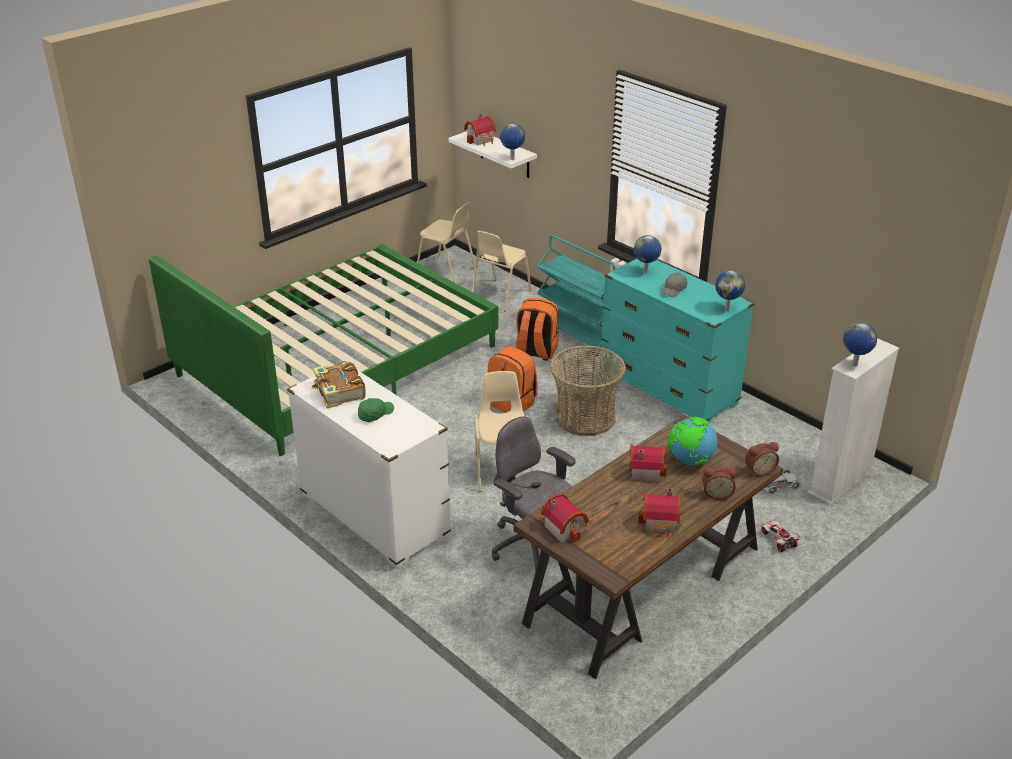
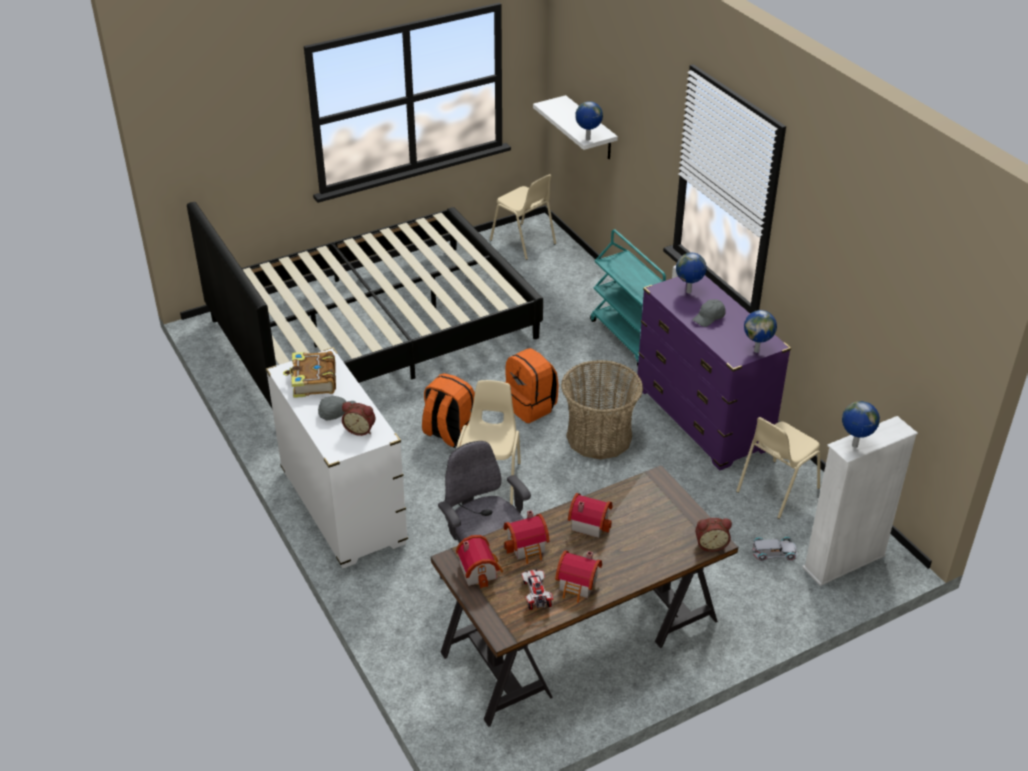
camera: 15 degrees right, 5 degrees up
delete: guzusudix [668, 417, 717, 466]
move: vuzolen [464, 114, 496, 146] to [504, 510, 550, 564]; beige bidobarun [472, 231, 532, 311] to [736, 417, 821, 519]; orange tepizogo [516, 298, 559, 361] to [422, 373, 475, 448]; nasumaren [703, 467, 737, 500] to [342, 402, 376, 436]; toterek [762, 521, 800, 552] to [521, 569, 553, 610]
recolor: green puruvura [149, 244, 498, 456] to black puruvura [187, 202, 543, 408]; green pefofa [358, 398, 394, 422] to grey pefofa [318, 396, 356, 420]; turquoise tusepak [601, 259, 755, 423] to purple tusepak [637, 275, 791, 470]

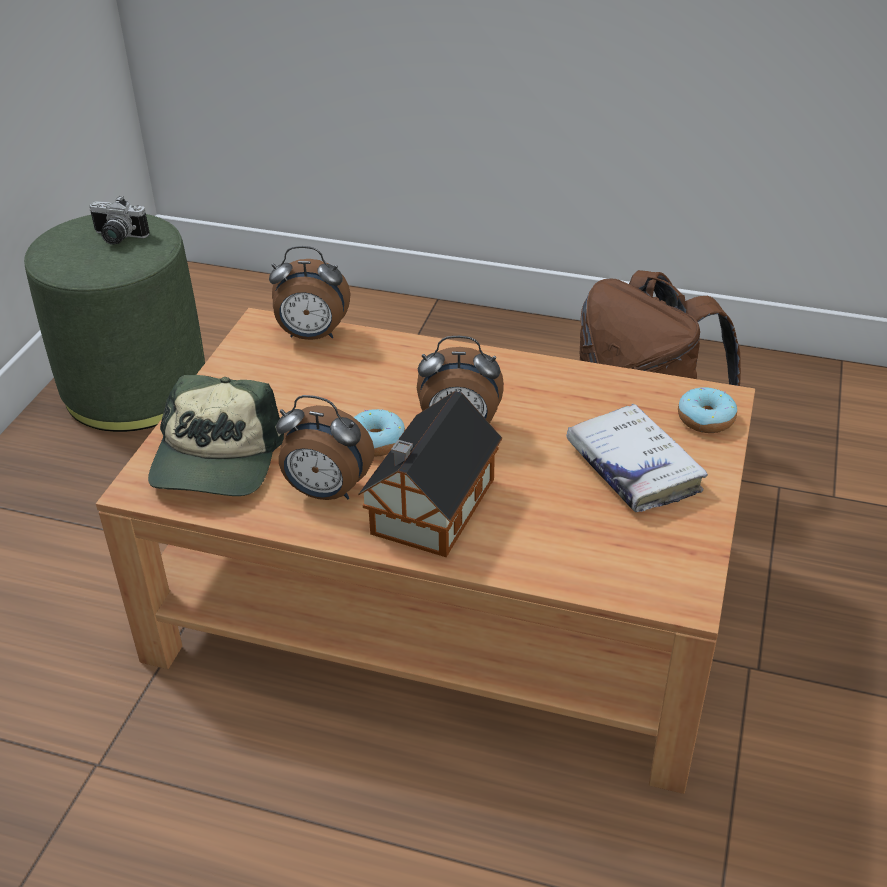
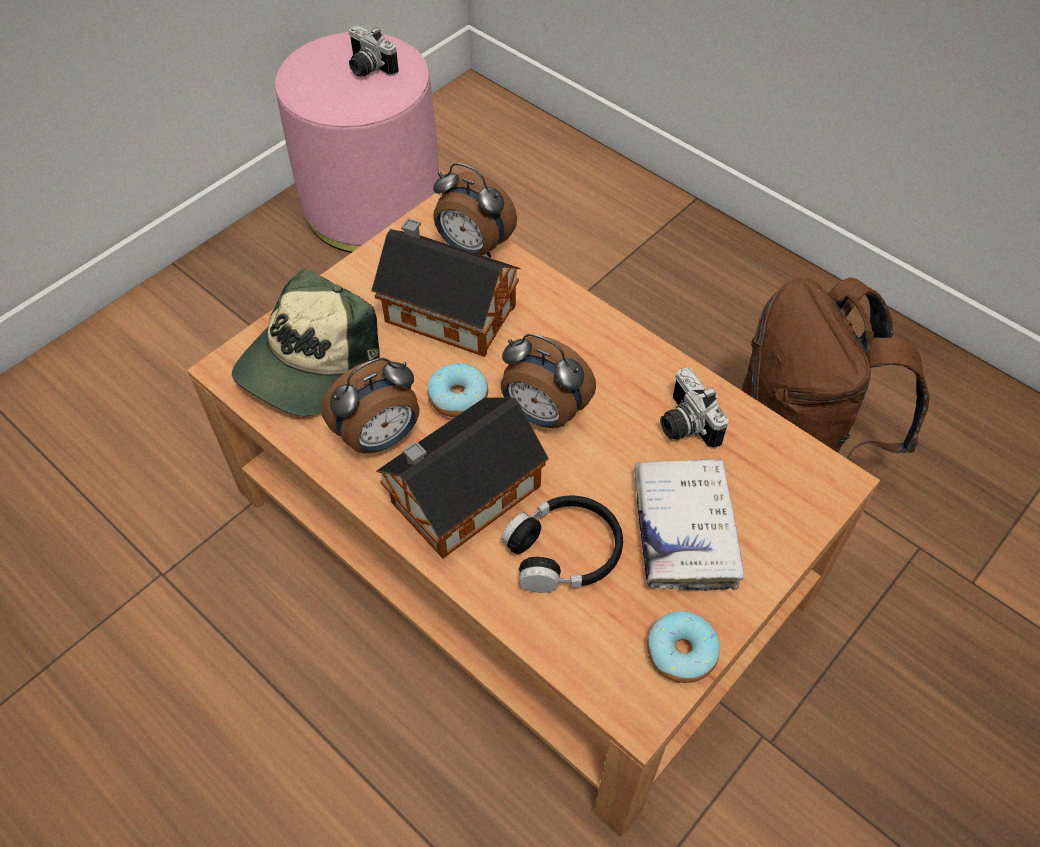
camera: 25 degrees right, 15 degrees up
insert: vuzolen [371, 218, 521, 357]; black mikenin [501, 496, 623, 593]; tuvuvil [660, 367, 729, 449]
move: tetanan [678, 387, 737, 433] to [647, 611, 720, 683]
recolor: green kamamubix [24, 214, 205, 432] to pink kamamubix [275, 32, 440, 253]
rotate: nasumaren [276, 395, 375, 500] = [321, 358, 420, 453] 75 degrees counterclockwise

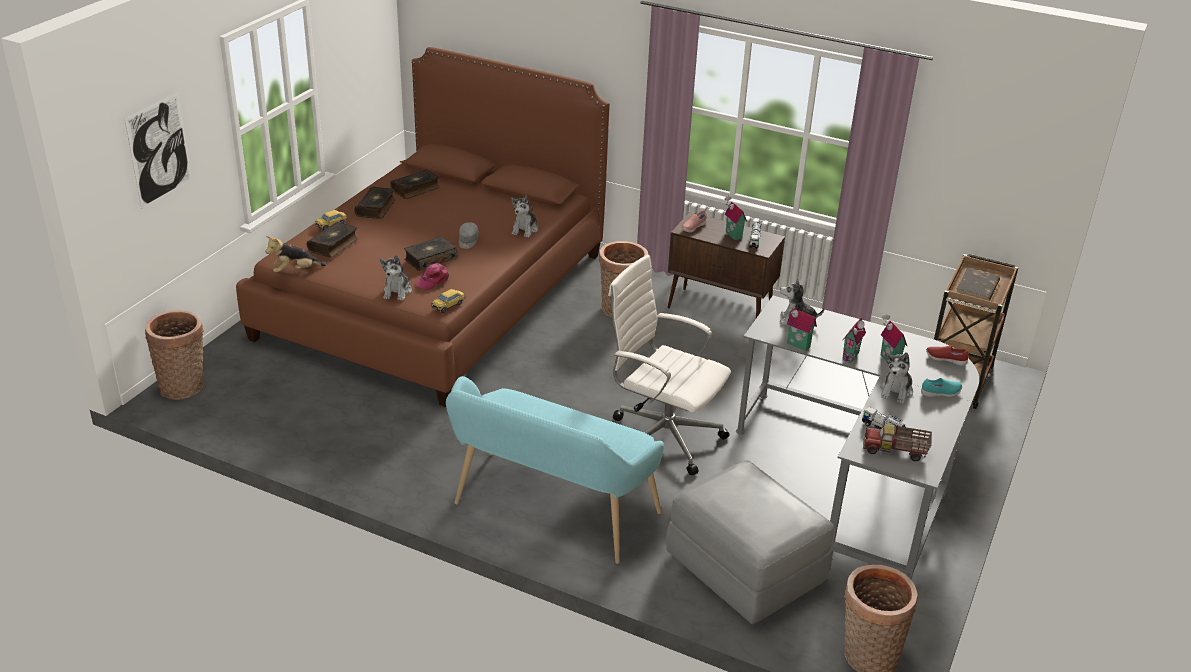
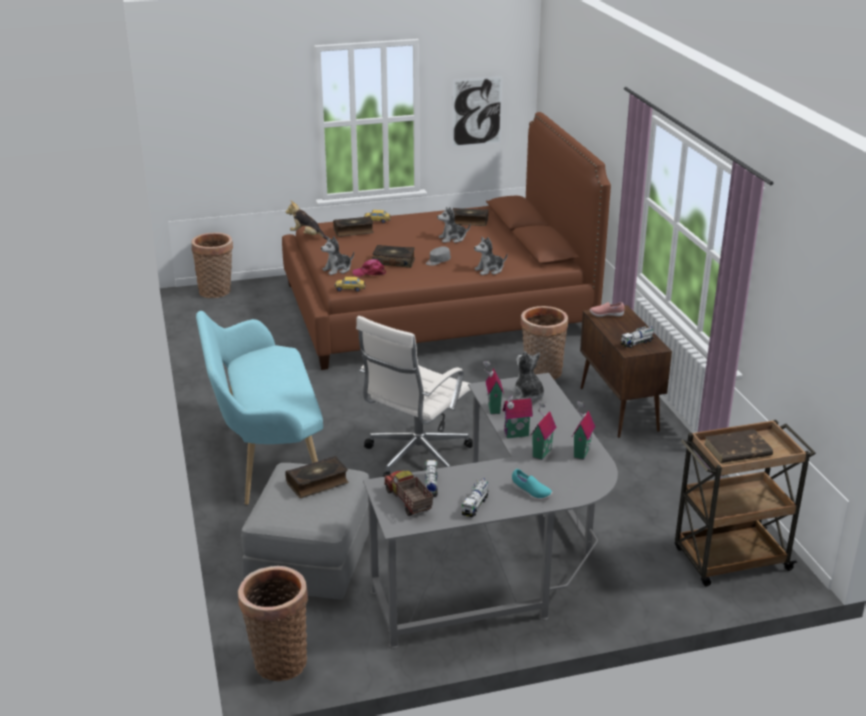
camera: 50 degrees right, 5 degrees down
delete: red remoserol [926, 345, 969, 366]
insert: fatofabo [462, 478, 489, 517]
move: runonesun [124, 92, 192, 209] to [452, 76, 503, 147]; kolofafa [354, 187, 396, 219] to [285, 456, 349, 498]; vuzolen [725, 195, 747, 241] to [572, 401, 595, 460]; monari [881, 352, 913, 404] to [437, 207, 470, 243]
rotate: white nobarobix [608, 255, 731, 475] = [356, 316, 473, 477] 135 degrees counterclockwise

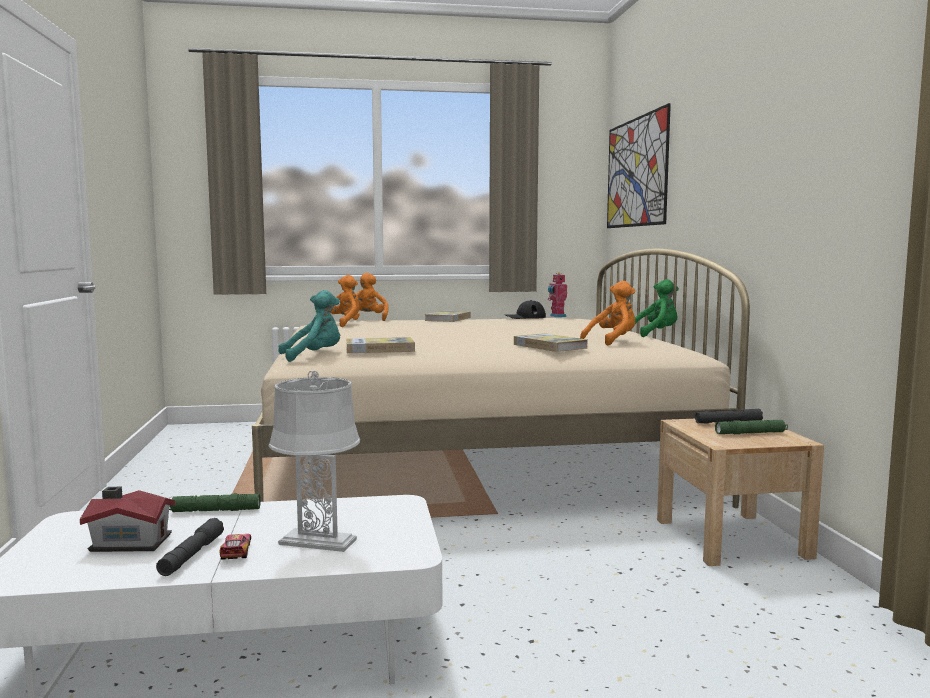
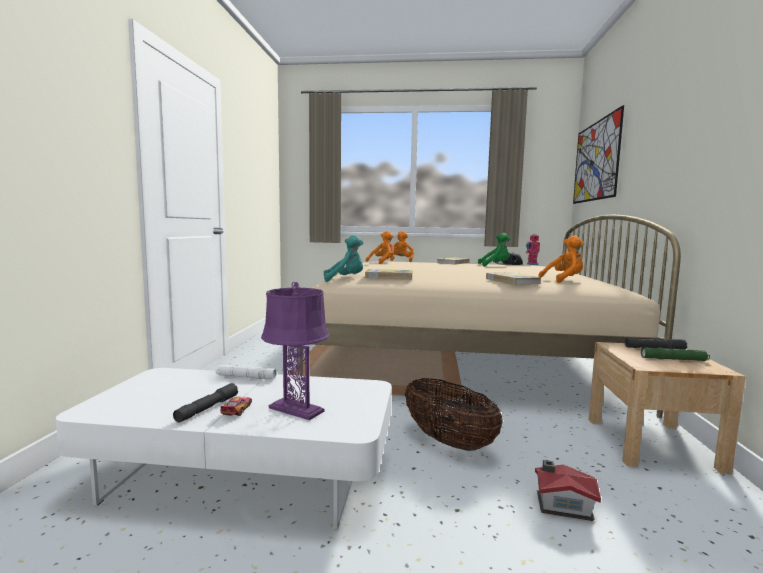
camera: 15 degrees right, 0 degrees up
insert: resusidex [405, 378, 503, 451]
move: vuzolen [80, 487, 176, 552] to [535, 460, 601, 521]; green monari [635, 279, 679, 337] to [478, 233, 511, 267]
recolor: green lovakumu [169, 493, 260, 512] to white lovakumu [216, 365, 277, 380]; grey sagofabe [269, 371, 360, 552] to purple sagofabe [261, 282, 329, 420]

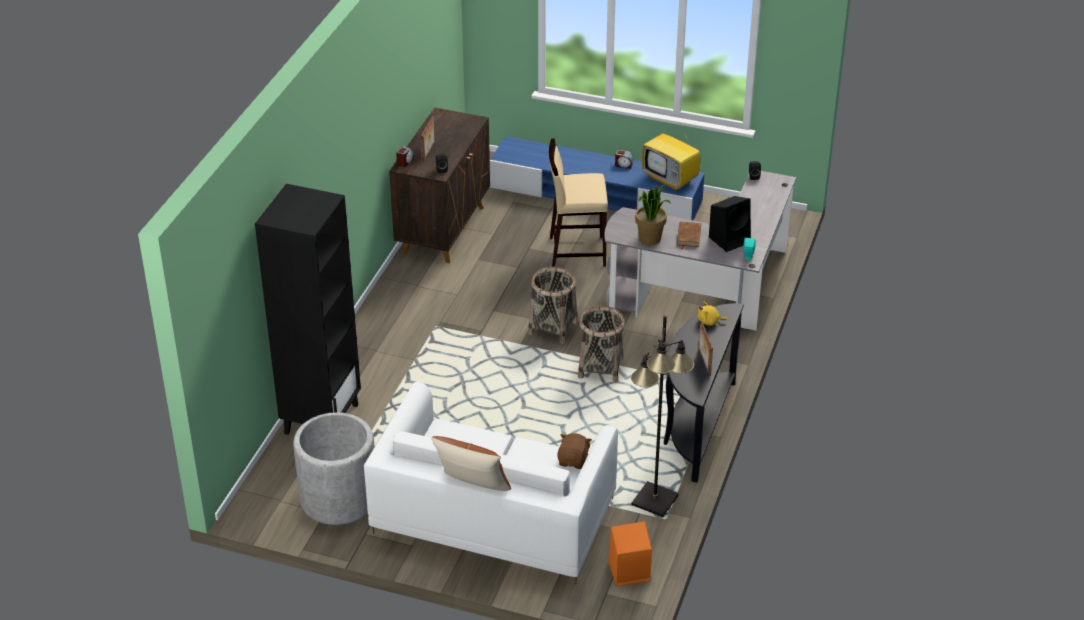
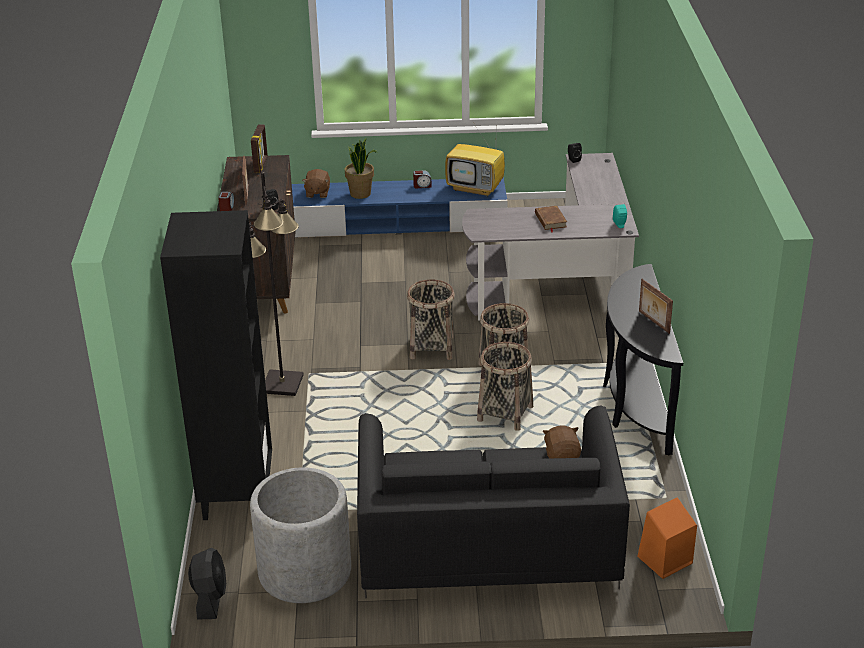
camera: 20 degrees left, 5 degrees down
delete: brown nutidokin [431, 436, 511, 491]; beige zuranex [549, 138, 608, 267]; yellow monari [698, 302, 728, 326]; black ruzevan [709, 196, 751, 252]
insert: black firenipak [188, 548, 226, 619]; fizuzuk [251, 124, 268, 173]; brown monari [302, 169, 330, 198]; resusidex [477, 342, 533, 431]
move: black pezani [631, 315, 694, 517] to [249, 172, 303, 396]; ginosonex [635, 184, 671, 245] to [345, 138, 378, 199]
recolor: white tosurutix [364, 382, 618, 585] to black tosurutix [357, 405, 630, 598]

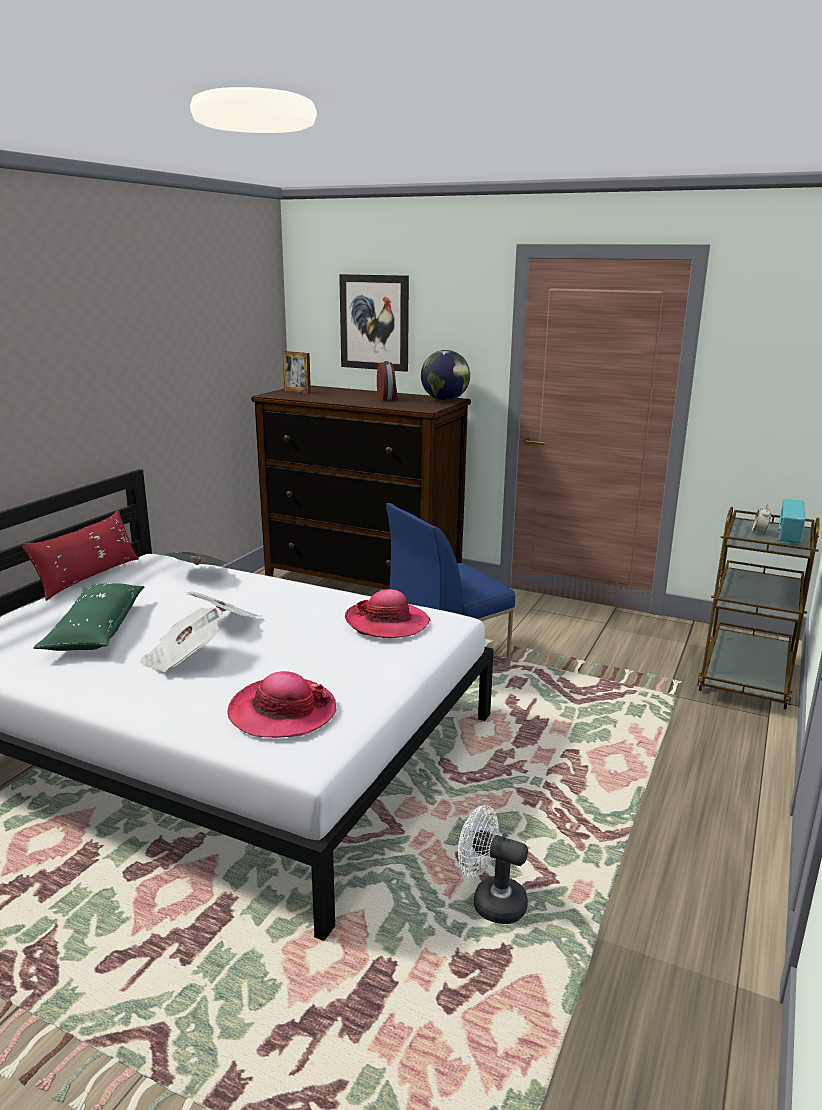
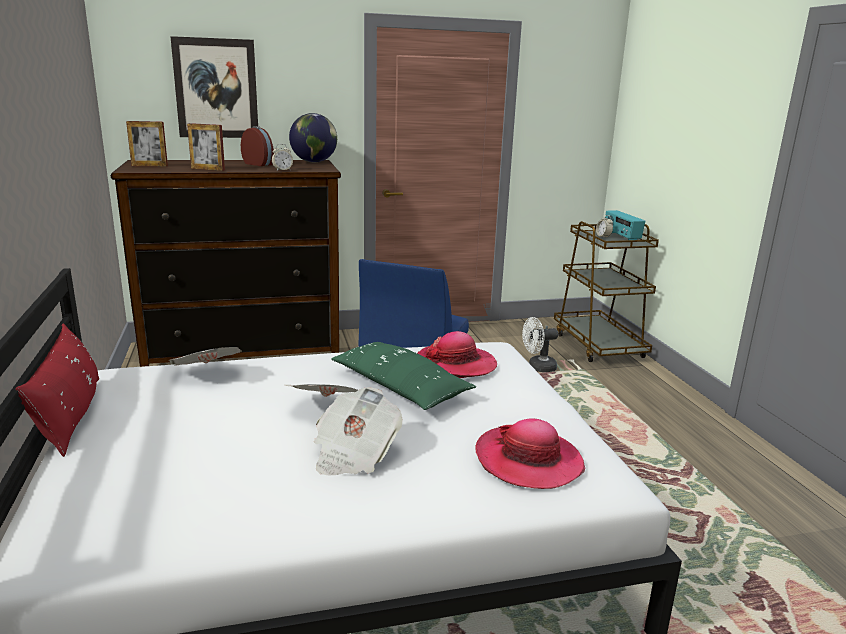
camera: 40 degrees left, 0 degrees up
insert: fizuzuk [187, 123, 225, 171]; nasumaren [272, 144, 293, 171]
move: green nutidokin [33, 583, 144, 651] to [331, 342, 476, 410]; white firenipak [458, 805, 528, 924] to [522, 317, 558, 372]

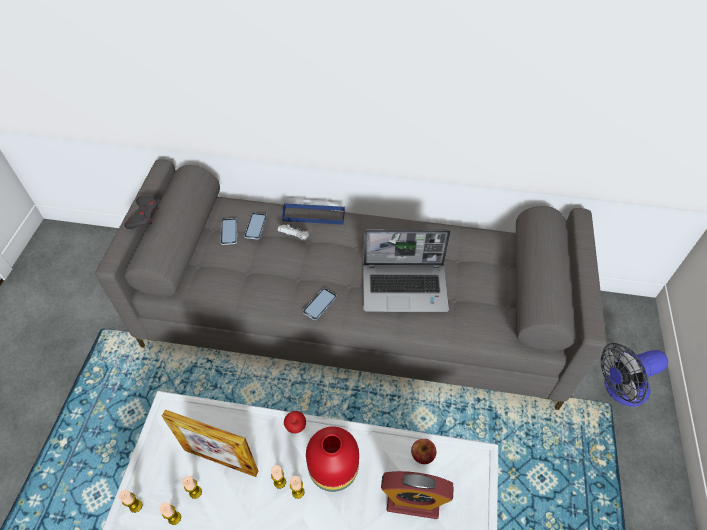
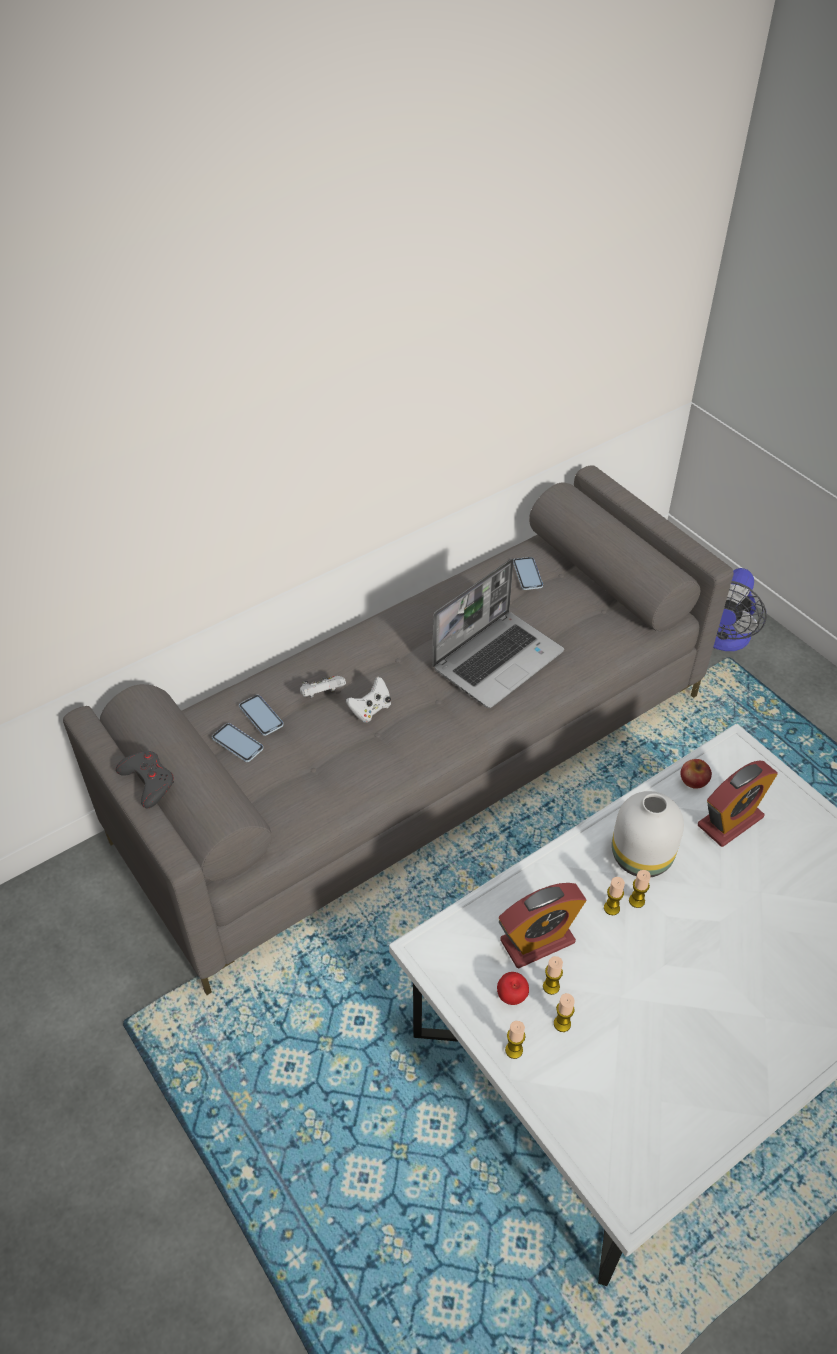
camera: 45 degrees left, 5 degrees down
delete: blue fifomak [282, 203, 345, 225]
insert: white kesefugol [346, 677, 391, 722]
move: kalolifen [284, 411, 306, 434] to [497, 972, 529, 1005]; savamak [303, 288, 337, 320] to [513, 557, 543, 590]
replace: fizuzuk [162, 410, 258, 477] to nasumaren [499, 883, 586, 968]
recolor: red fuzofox [306, 426, 359, 492] to white fuzofox [612, 791, 684, 877]

